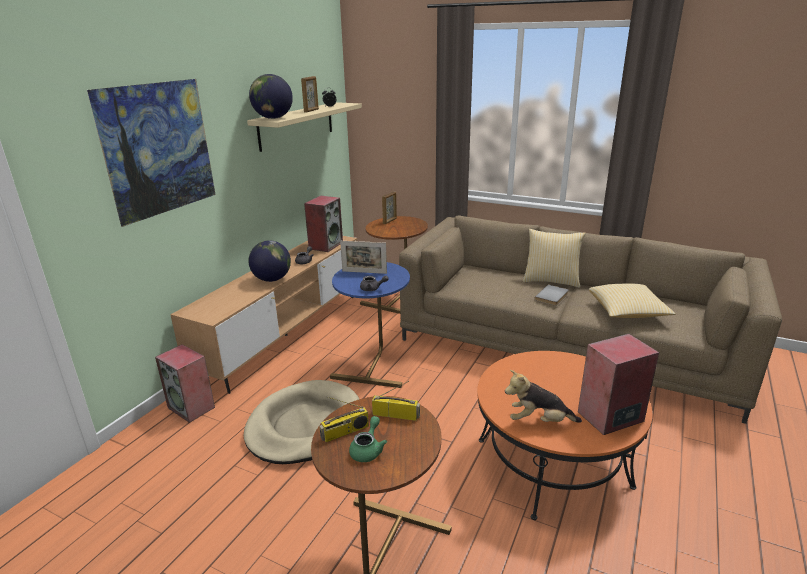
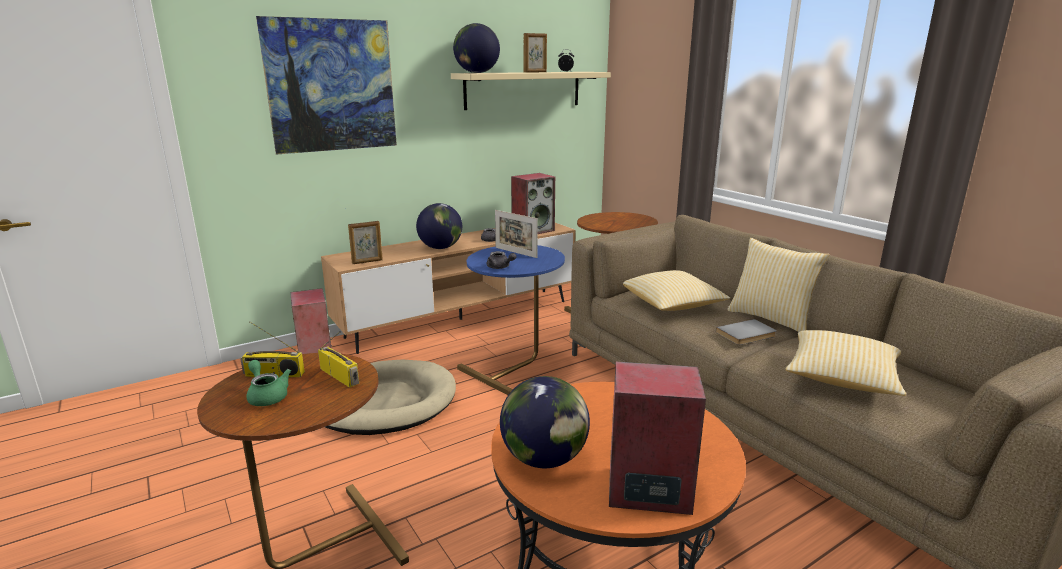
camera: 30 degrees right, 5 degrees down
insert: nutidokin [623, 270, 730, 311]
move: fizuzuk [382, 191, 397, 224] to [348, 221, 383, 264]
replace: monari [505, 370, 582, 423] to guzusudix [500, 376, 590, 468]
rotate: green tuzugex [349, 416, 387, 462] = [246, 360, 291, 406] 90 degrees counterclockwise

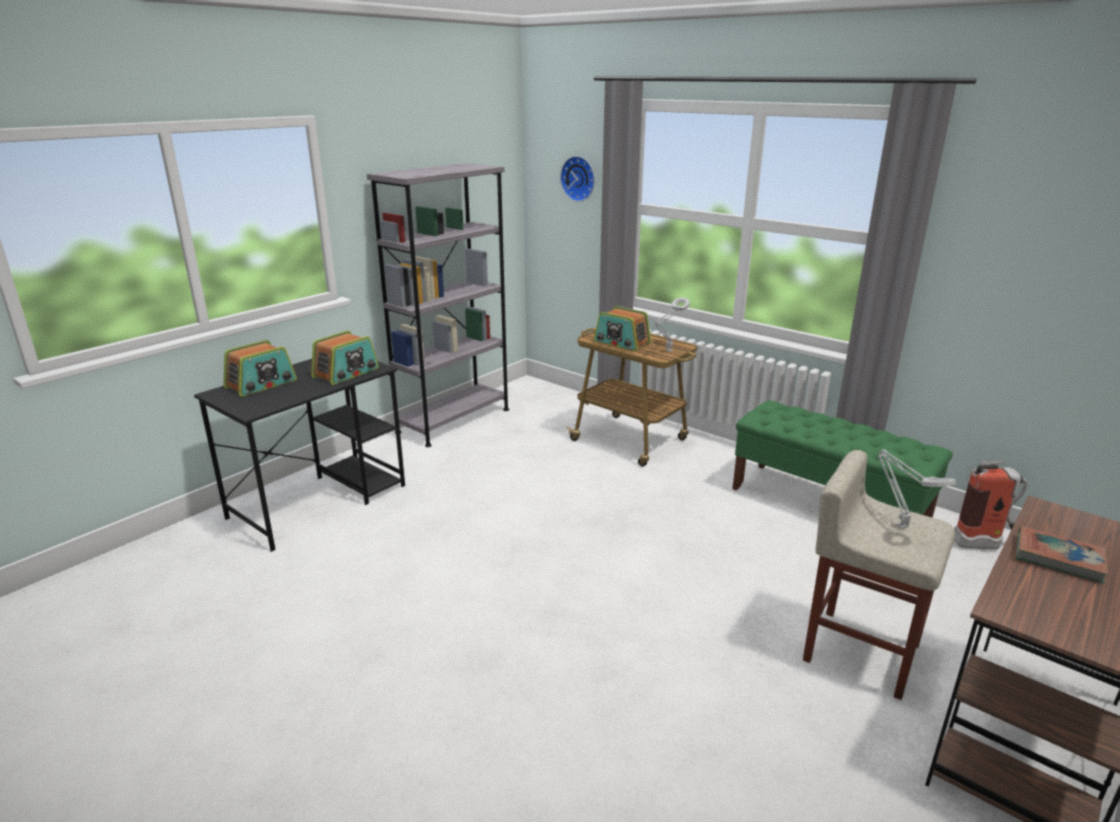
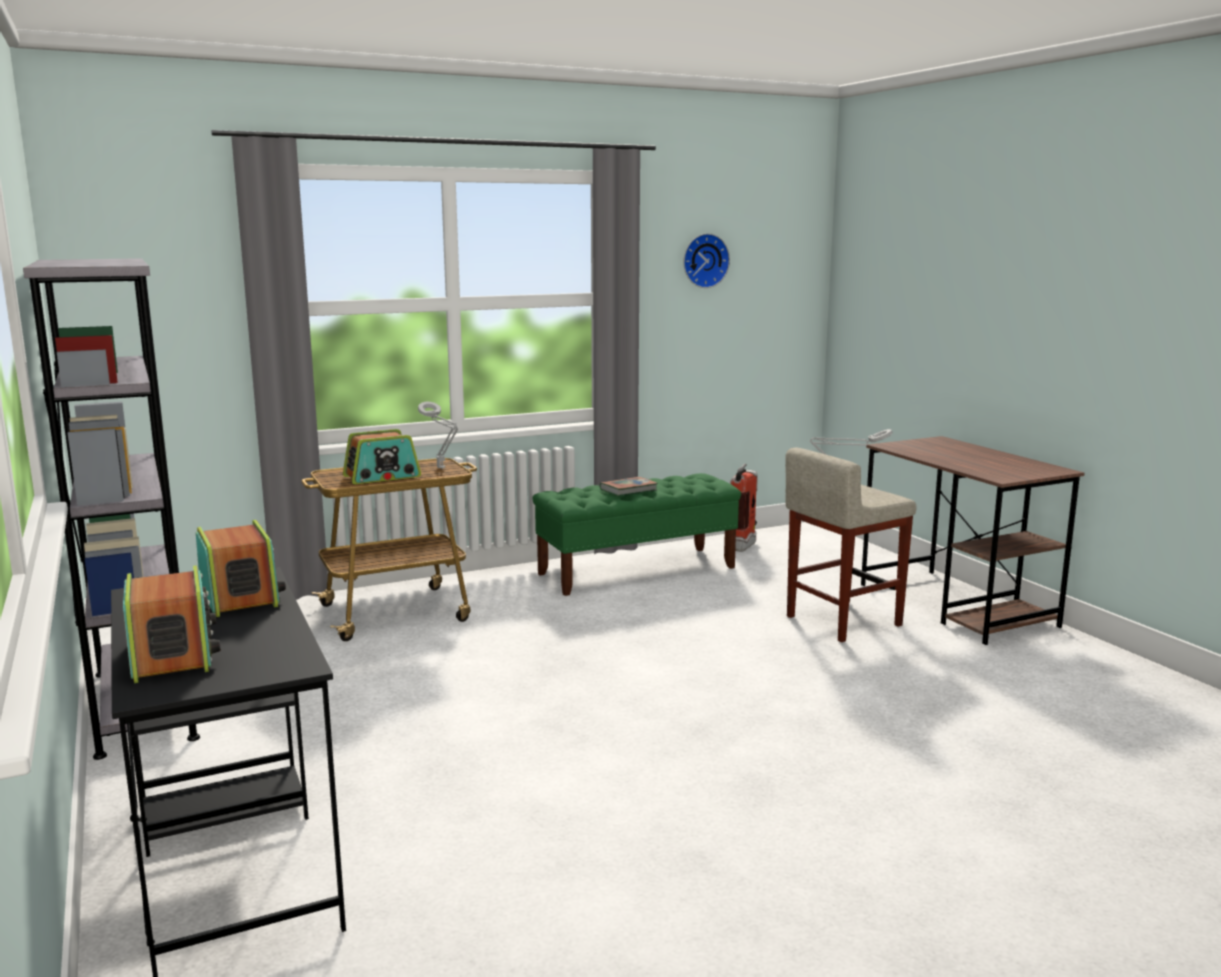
camera: 65 degrees left, 10 degrees down
move: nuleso [560, 156, 595, 202] to [683, 233, 730, 288]; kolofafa [1016, 526, 1108, 584] to [600, 477, 658, 496]

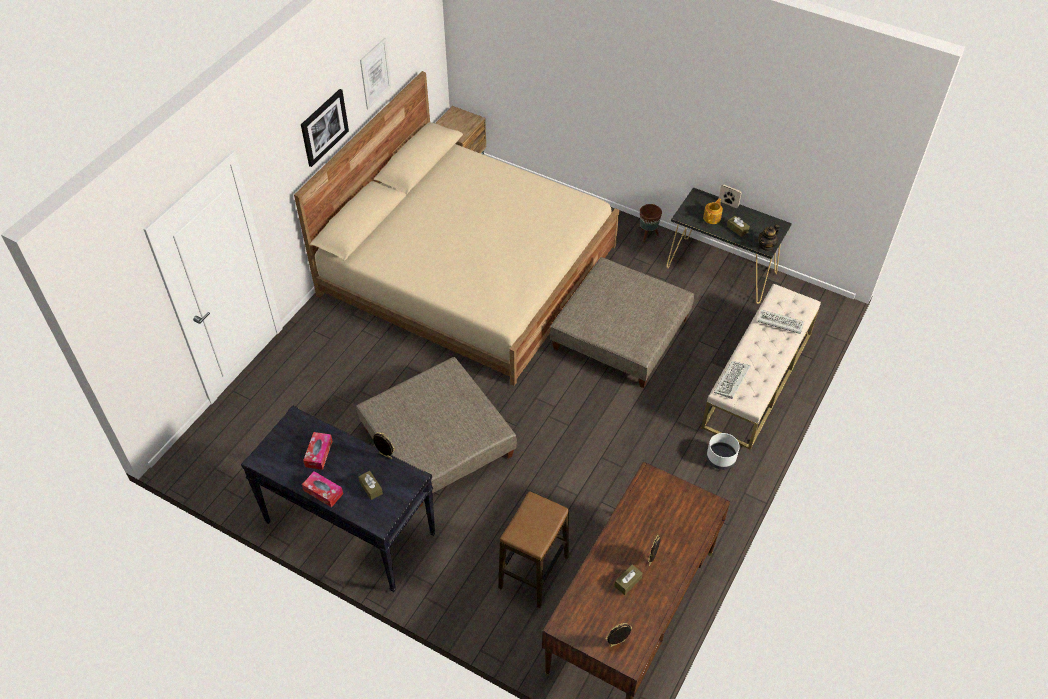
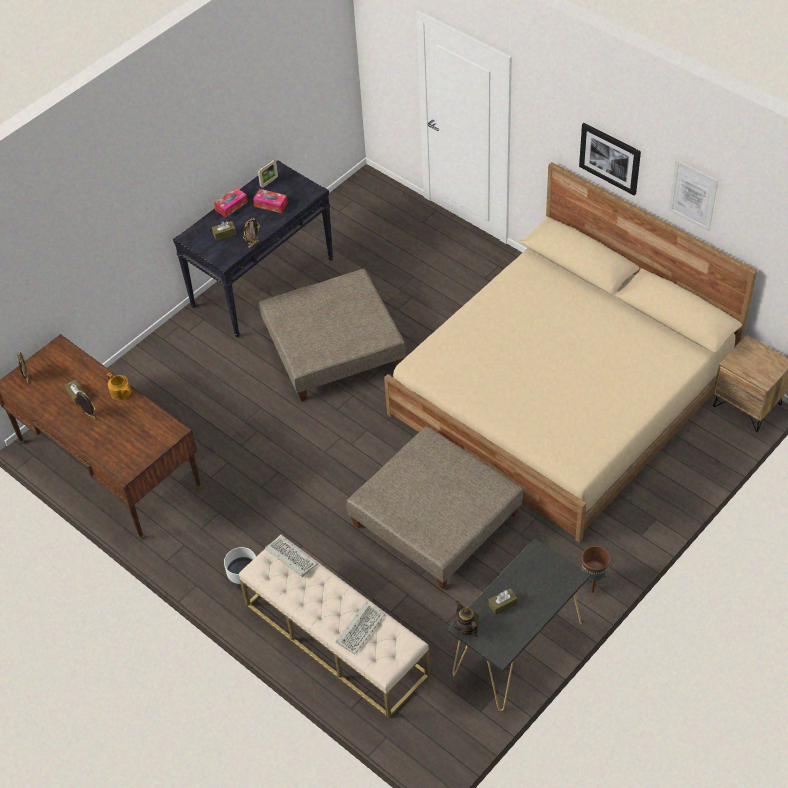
camera: 105 degrees right, 0 degrees up
delete: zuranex [499, 491, 569, 608]
move: tuzugex [703, 199, 723, 224] to [107, 373, 131, 401]; fizuzuk [719, 184, 742, 208] to [258, 160, 278, 188]

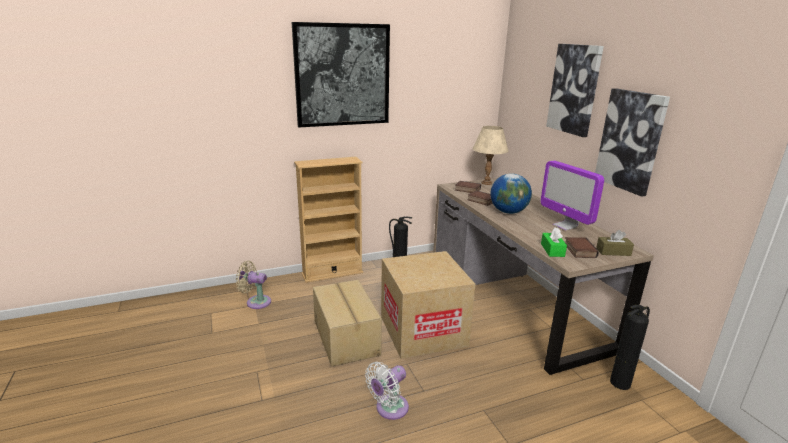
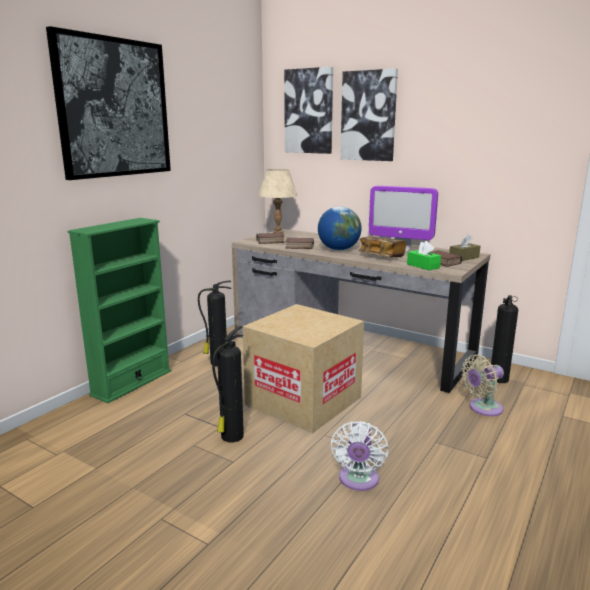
camera: 35 degrees left, 5 degrees down
insert: kolofafa [358, 236, 406, 257]
move: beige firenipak [236, 261, 271, 309] to [461, 355, 504, 416]; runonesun [595, 88, 670, 197] to [284, 67, 333, 154]
replace: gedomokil [313, 280, 382, 367] to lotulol [212, 326, 244, 442]
recolor: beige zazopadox [294, 157, 363, 283] to green zazopadox [68, 218, 171, 403]

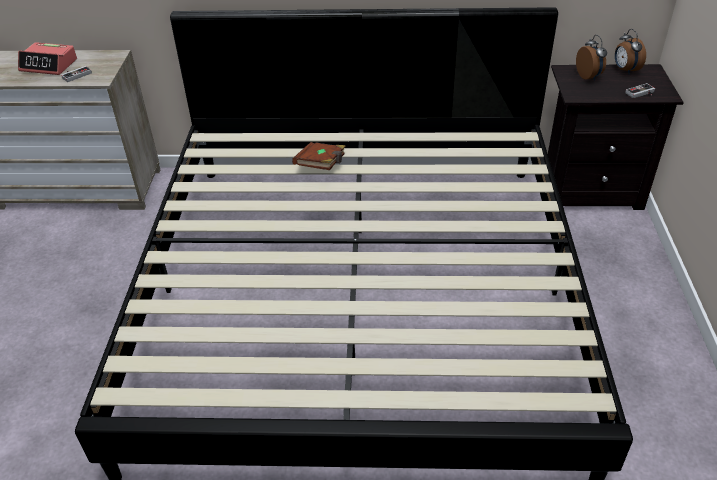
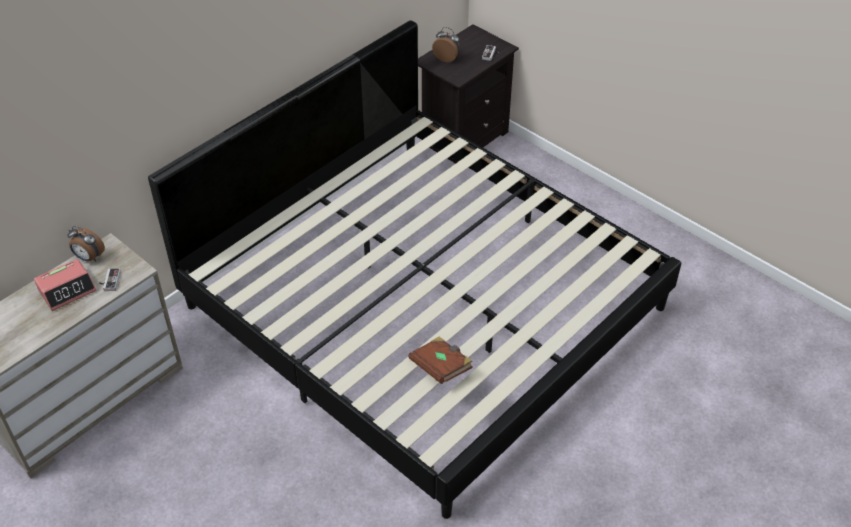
camera: 50 degrees left, 5 degrees up
move: brown kolofafa [292, 142, 346, 170] to [408, 337, 473, 384]; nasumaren [615, 29, 646, 74] to [67, 226, 105, 261]

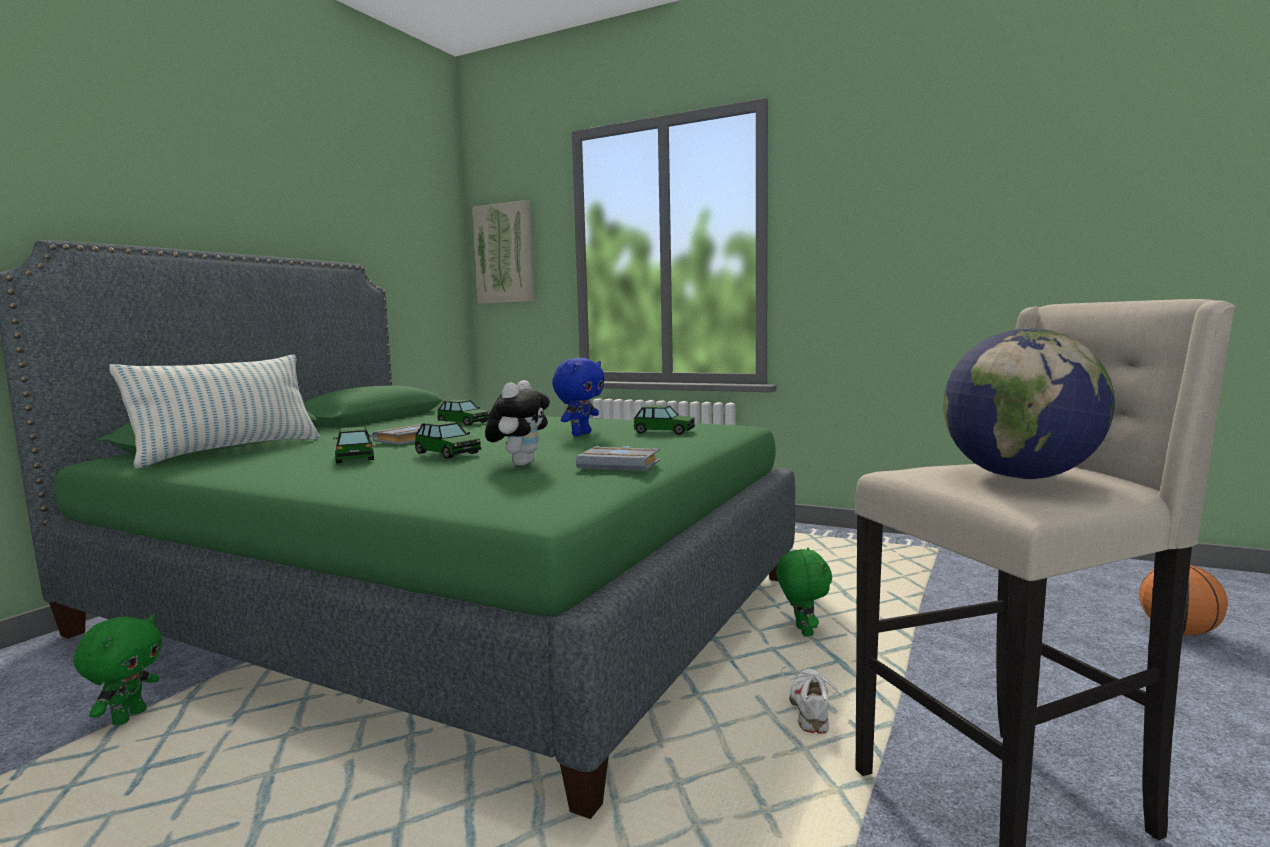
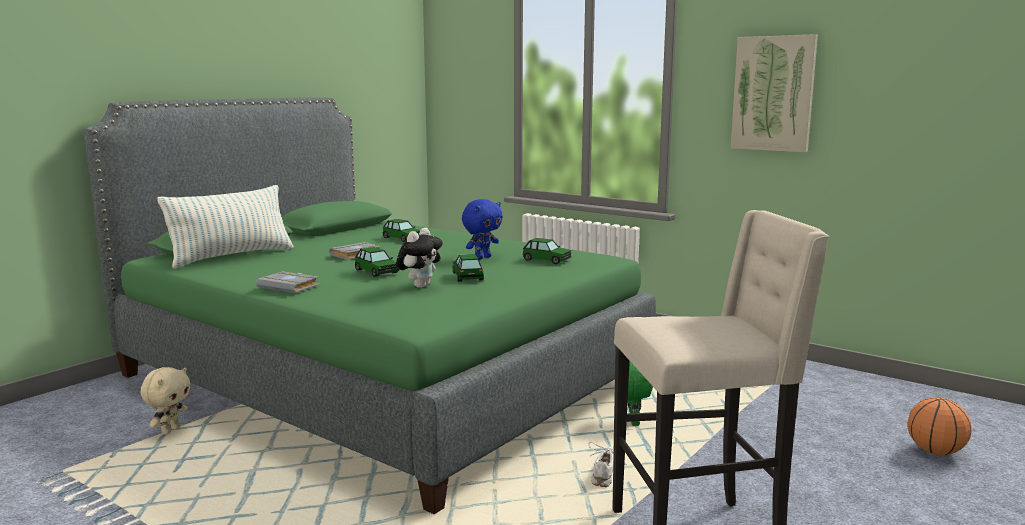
camera: 10 degrees right, 5 degrees up
delete: guzusudix [943, 328, 1115, 479]
move: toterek [333, 426, 374, 463] to [453, 254, 484, 282]; runonesun [473, 200, 534, 304] to [731, 34, 818, 152]; grey kolofafa [576, 446, 660, 471] to [256, 271, 320, 293]
recolor: green monari [74, 614, 162, 725] to beige monari [141, 367, 190, 434]

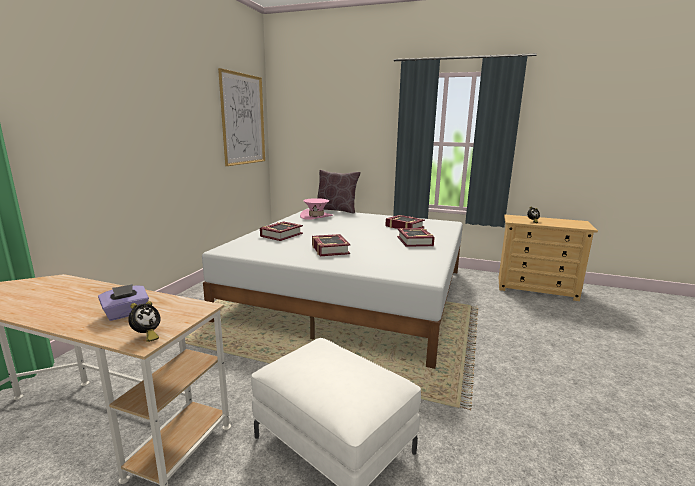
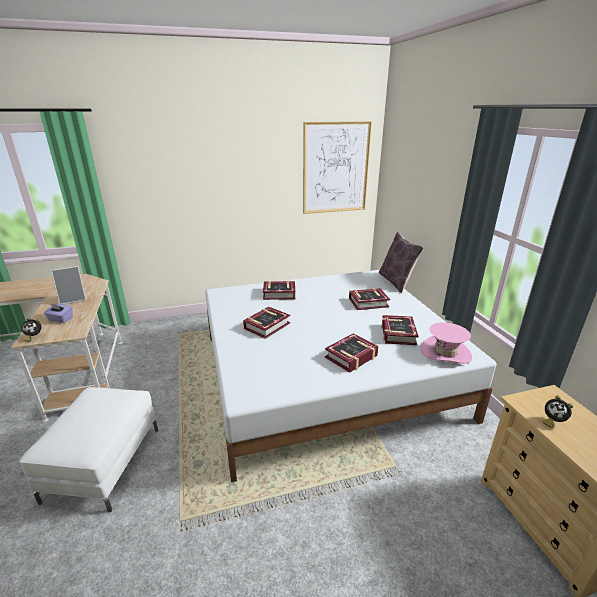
camera: 55 degrees right, 10 degrees up
insert: fizuzuk [51, 266, 86, 304]; kolofafa [349, 288, 390, 310]
move: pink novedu [300, 198, 333, 220] to [420, 322, 472, 364]

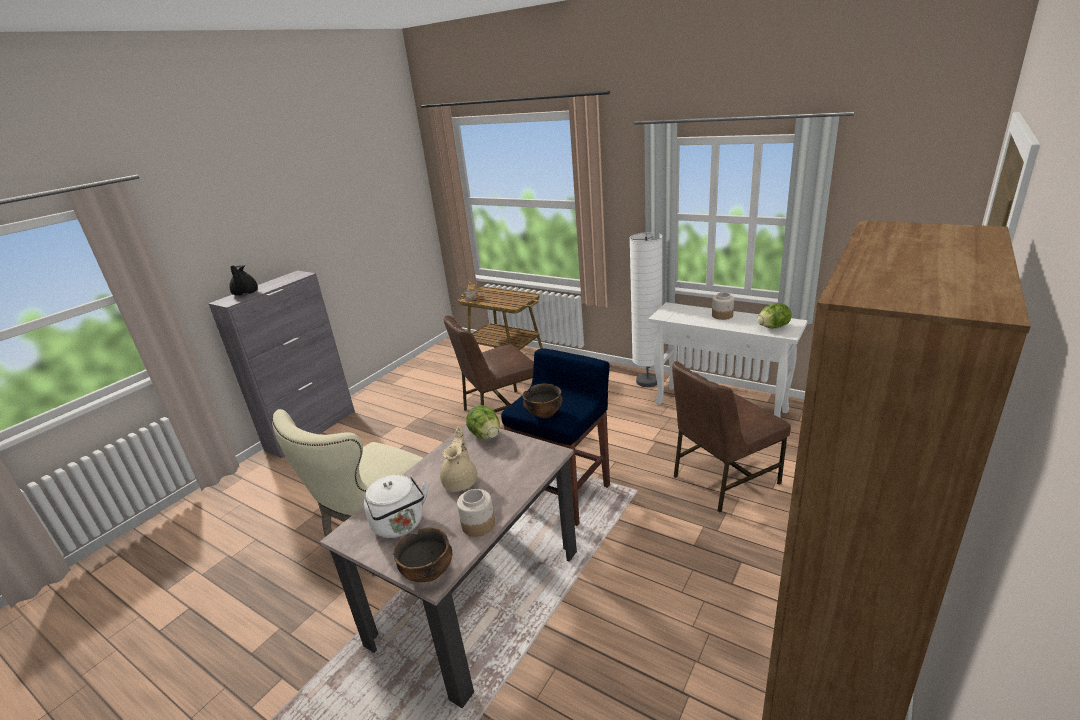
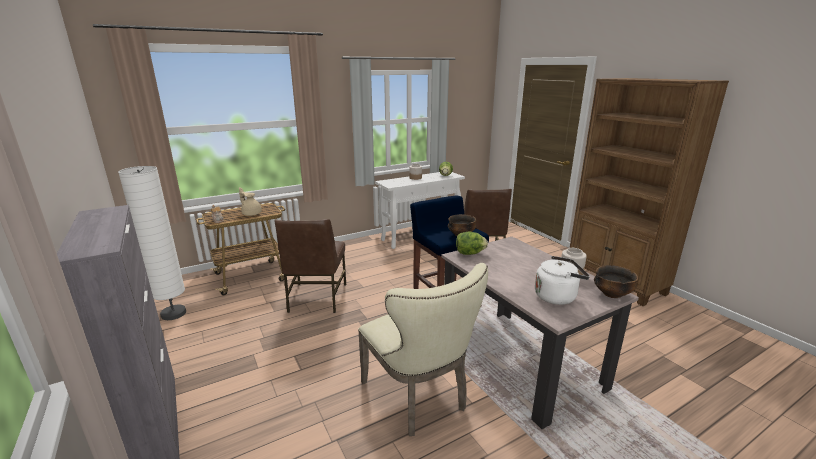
camera: 65 degrees left, 5 degrees down
delete: black tuzugex [229, 265, 258, 296]
move: beige tuzugex [440, 426, 478, 492] to [239, 187, 262, 216]; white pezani [629, 232, 663, 387] to [118, 166, 186, 320]

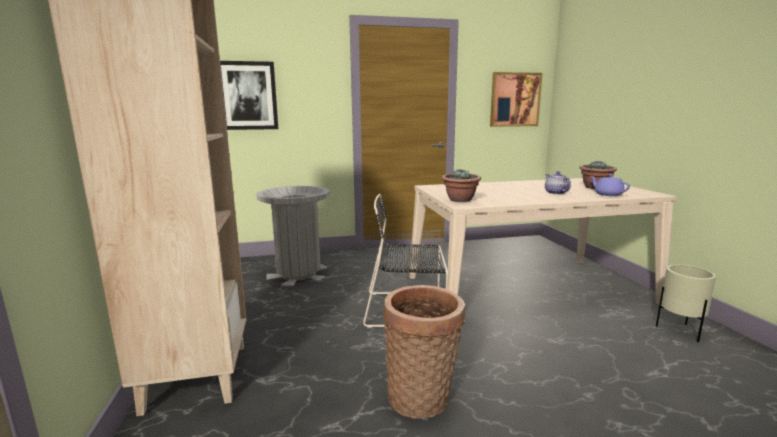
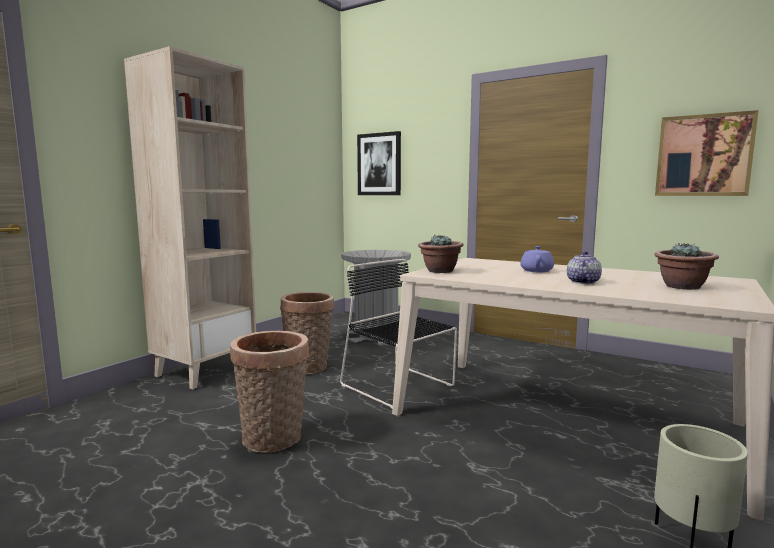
camera: 45 degrees right, 5 degrees down
insert: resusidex [280, 292, 334, 375]
move: purple tuzugex [590, 174, 630, 196] to [520, 246, 554, 272]

